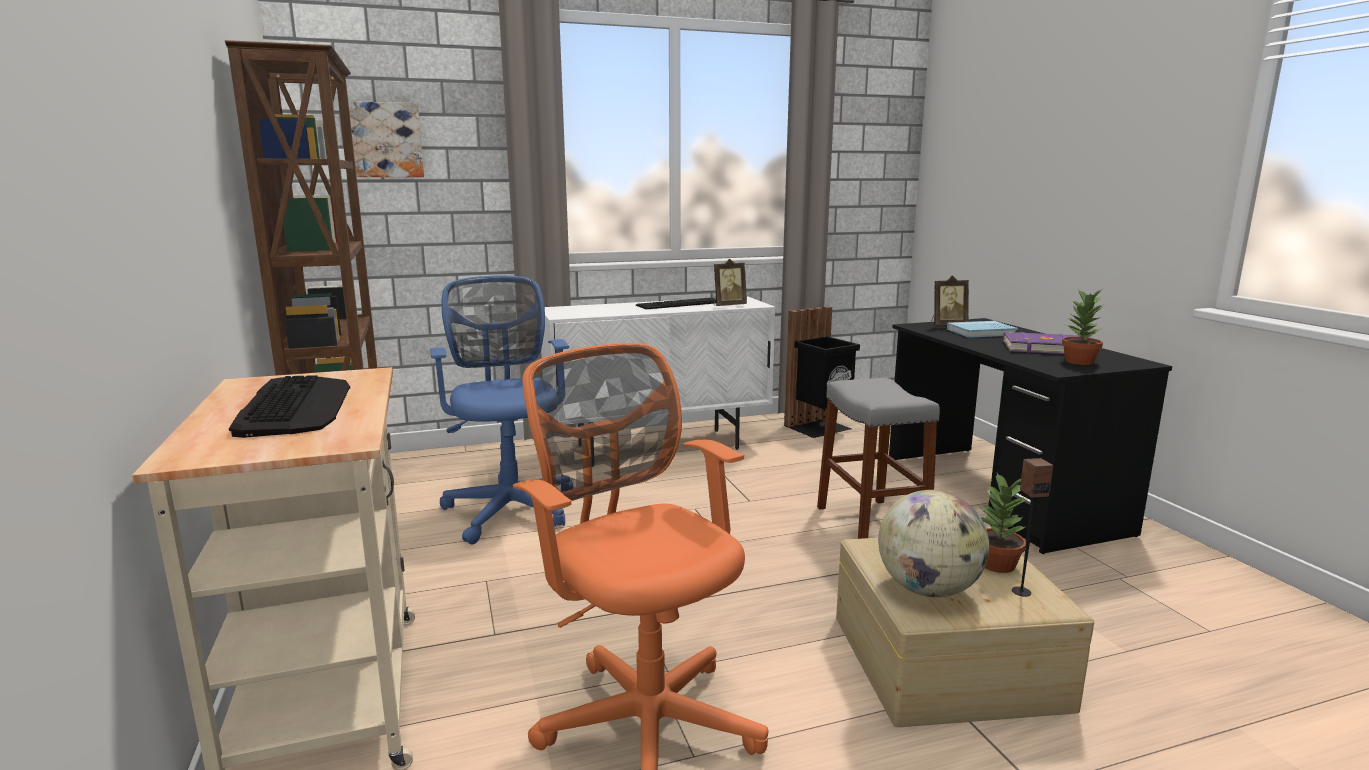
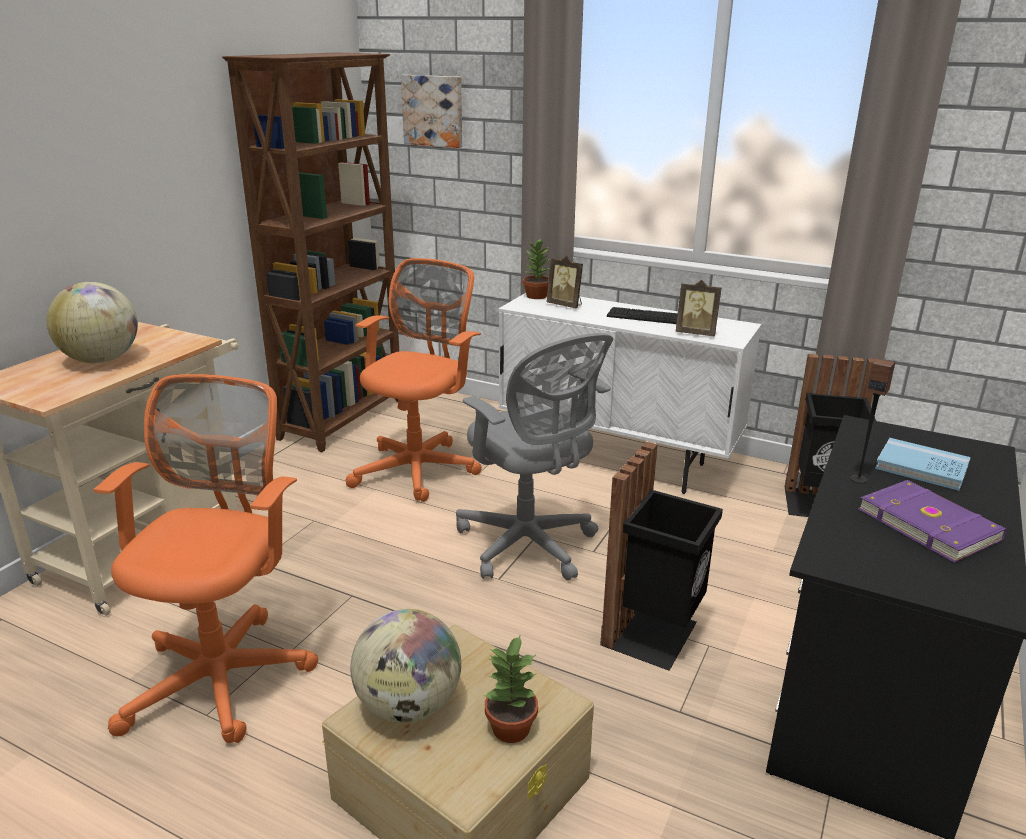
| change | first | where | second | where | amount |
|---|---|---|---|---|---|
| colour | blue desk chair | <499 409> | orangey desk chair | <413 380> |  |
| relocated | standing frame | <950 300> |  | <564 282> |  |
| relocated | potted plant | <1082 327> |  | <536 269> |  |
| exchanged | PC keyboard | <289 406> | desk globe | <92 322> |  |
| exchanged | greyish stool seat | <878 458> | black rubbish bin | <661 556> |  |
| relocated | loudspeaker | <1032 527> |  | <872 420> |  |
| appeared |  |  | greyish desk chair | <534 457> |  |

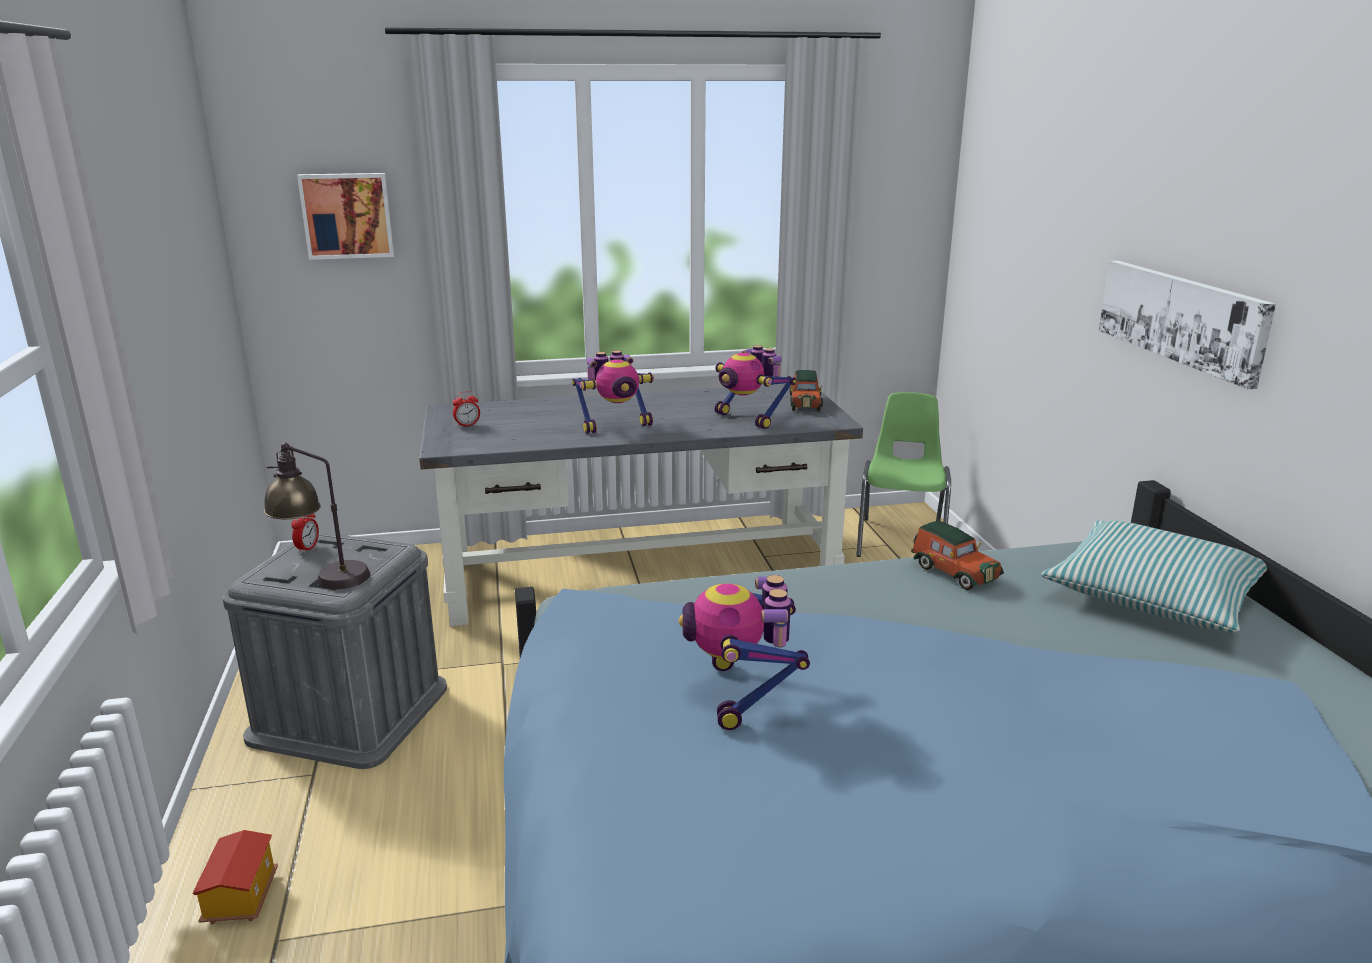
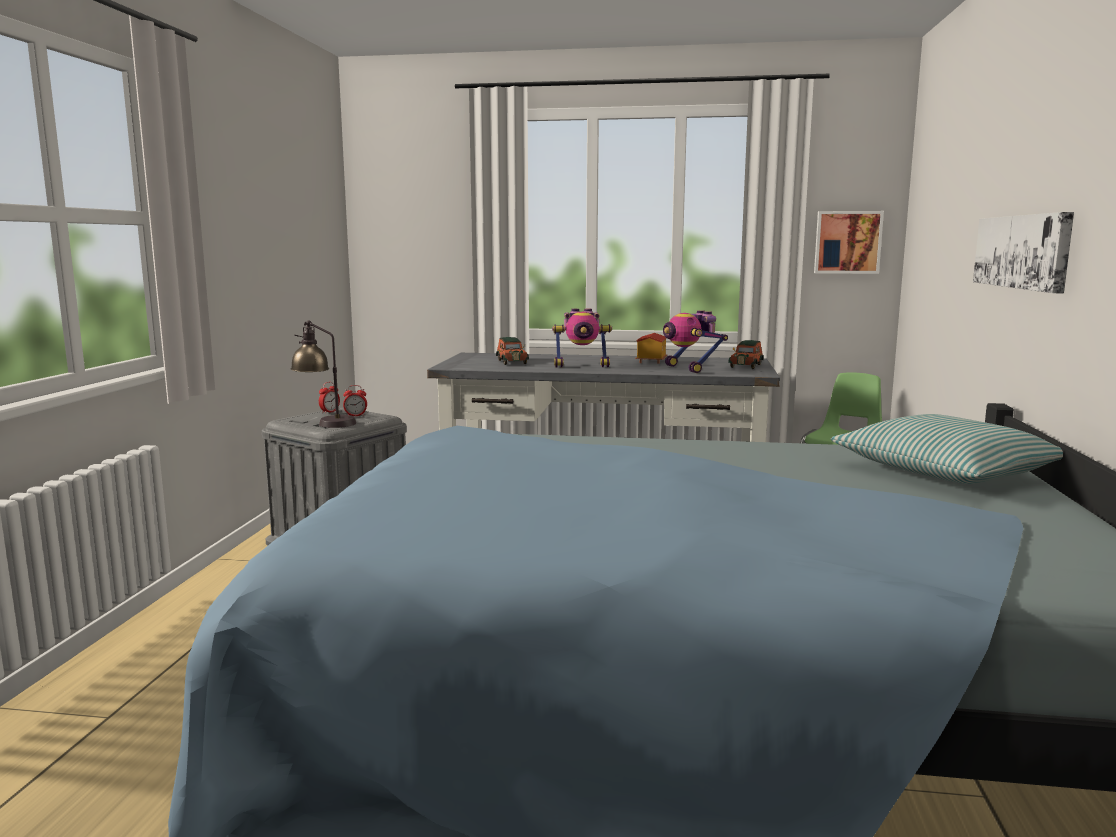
| change | first | where | second | where | amount |
|---|---|---|---|---|---|
| relocated | picture | <345 216> |  | <849 242> |  |
| relocated | table clock | <466 409> |  | <355 400> |  |
| relocated | miniature car | <957 555> |  | <512 351> |  |
| missing | toy robot | <744 652> |  |  |  |
| relocated | model house | <235 877> |  | <651 348> |  |

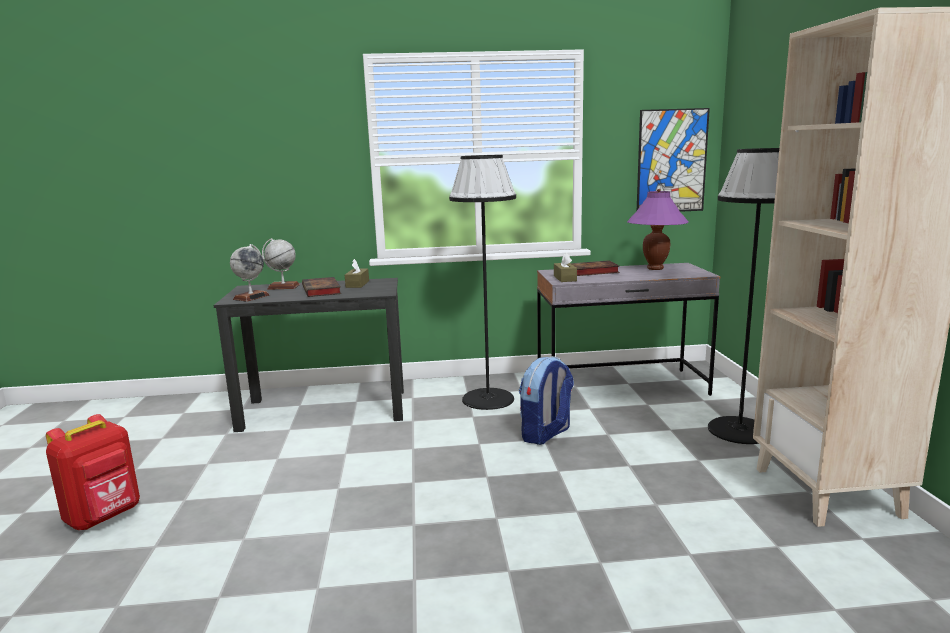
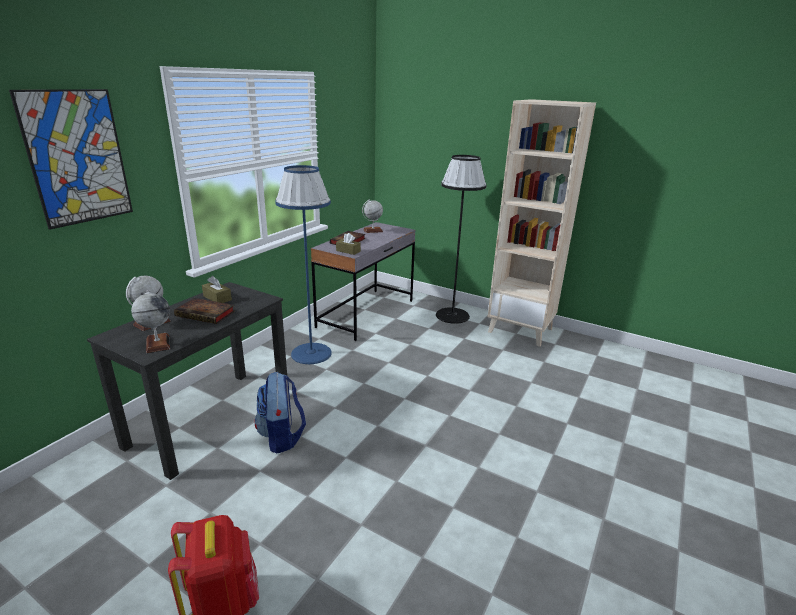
| change | first | where | second | where | amount |
|---|---|---|---|---|---|
| relocated | picture | <673 160> |  | <71 159> |  |
| colour | black standard lamp | <482 282> | blue standard lamp | <303 264> |  |
| exchanged | purple table lamp | <657 229> | desk globe | <372 216> |  |
| relocated | backpack | <546 400> |  | <280 413> |  |

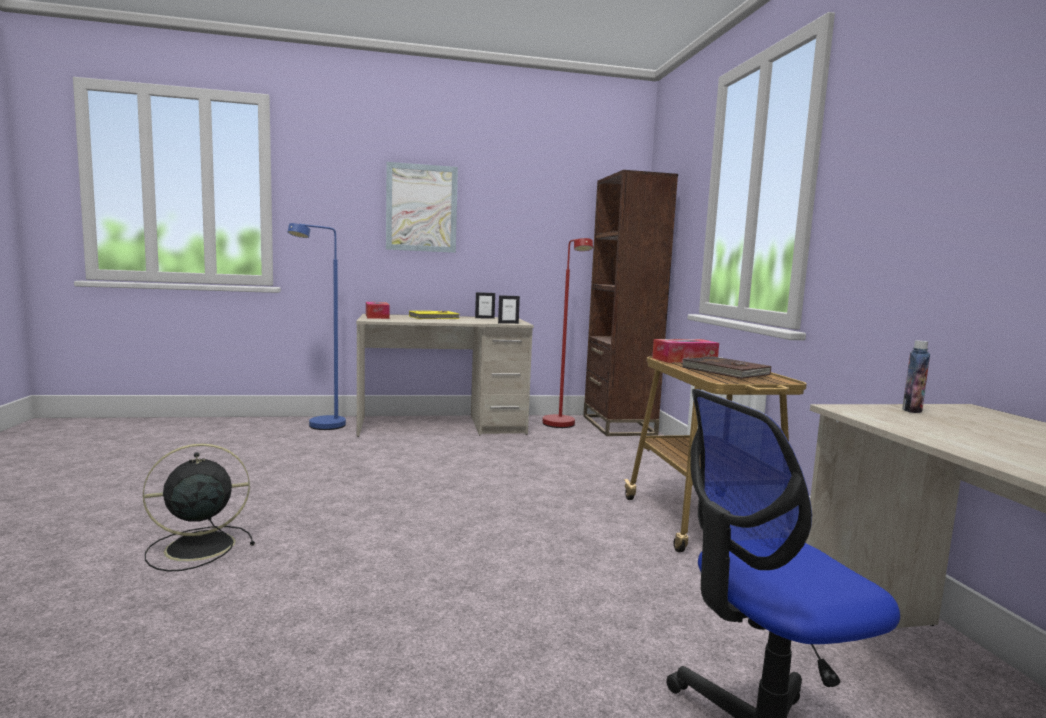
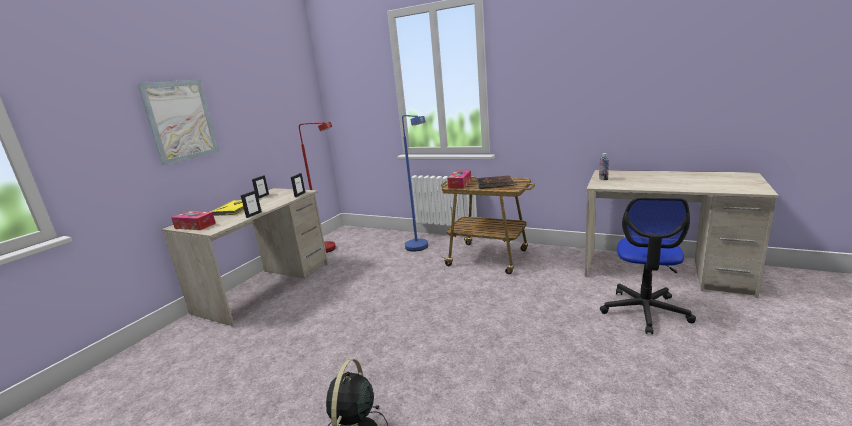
| change | first | where | second | where | amount |
|---|---|---|---|---|---|
| missing | brownish bookcase | <630 303> |  |  |  |
| relocated | blue standard lamp | <316 326> |  | <415 183> |  |
| appeared |  |  | standing frame | <251 204> |  |

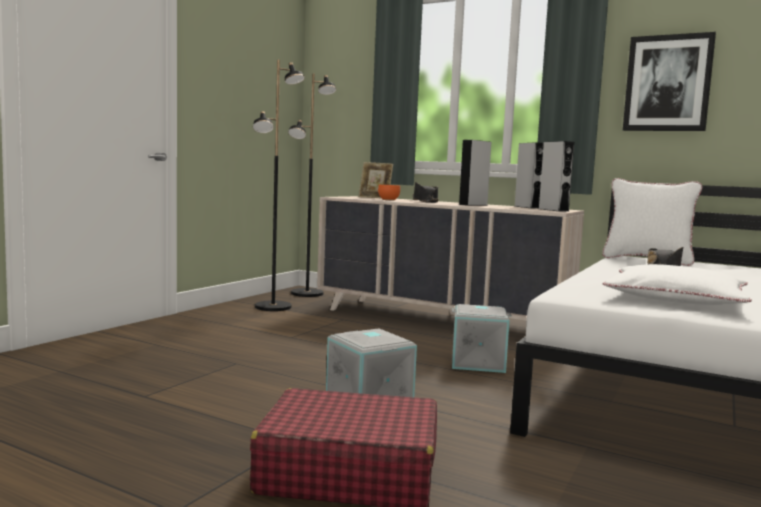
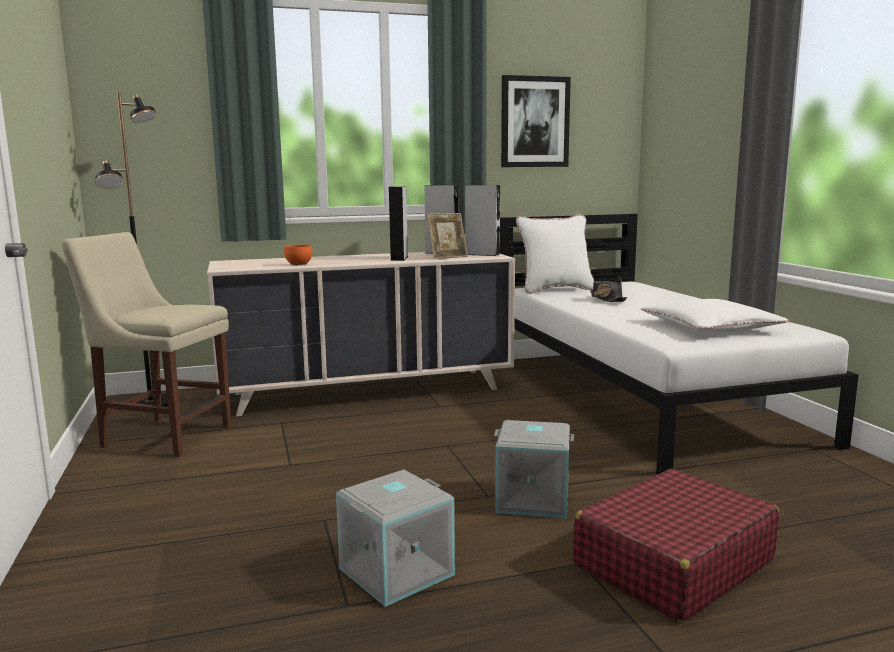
| change | first | where | second | where | amount |
|---|---|---|---|---|---|
| exchanged | black standard lamp | <279 185> | beige plain chair | <146 344> |  |
| relocated | standing frame | <376 180> |  | <447 236> |  |
| missing | black wearable hat | <426 192> |  |  |  |
| relocated | greyish storage box | <482 338> |  | <395 538> |  |

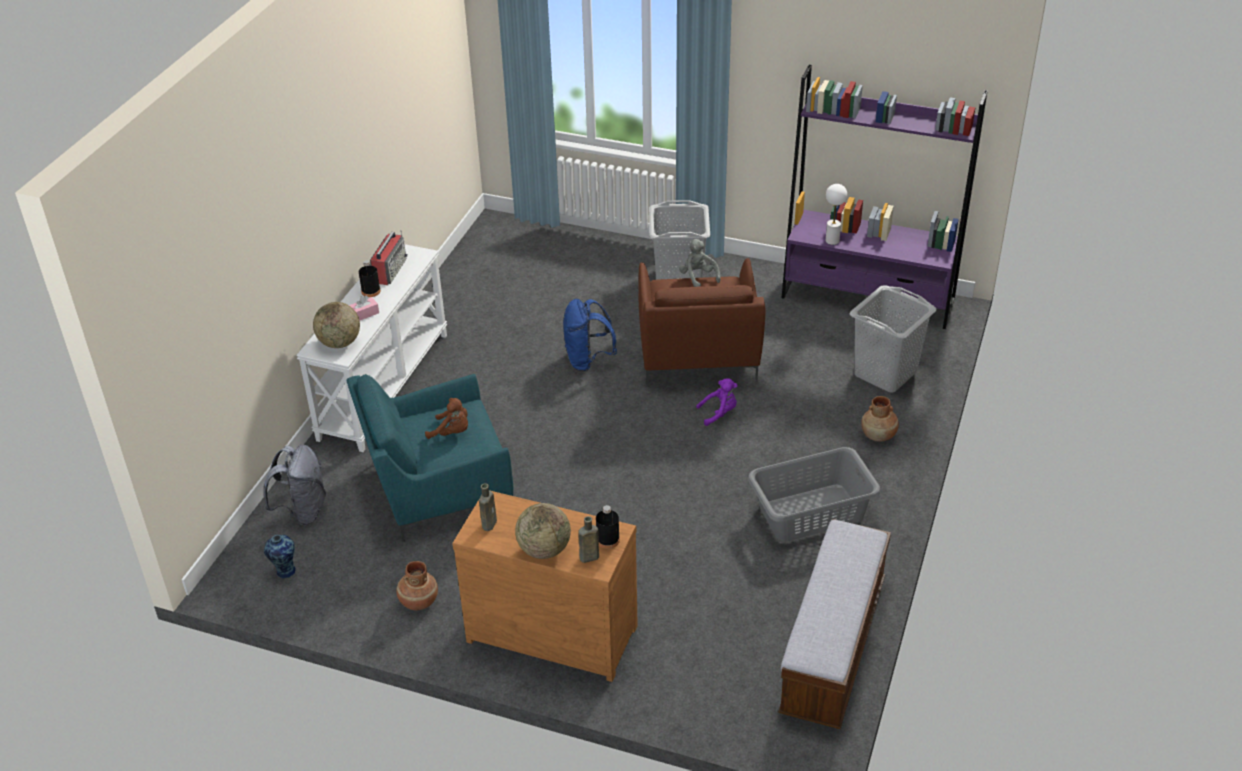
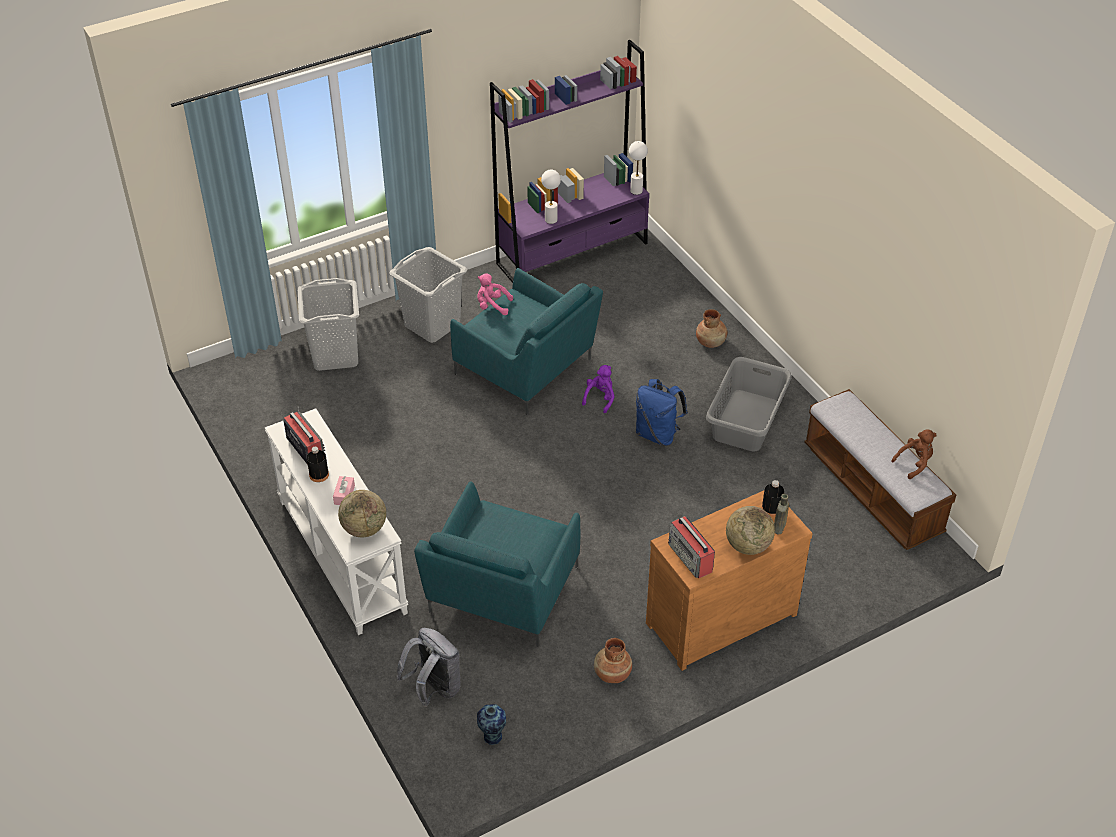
| change | first | where | second | where | amount |
|---|---|---|---|---|---|
| colour | greyish cuddly toy | <700 263> | pinkish cuddly toy | <495 294> |  |
| colour | brownish easy chair | <702 322> | turquoise-coloured easy chair | <526 341> |  |
| relocated | greyish washing basket | <893 339> |  | <328 324> |  |
| relocated | blue backpack | <590 335> |  | <661 412> |  |
| relocated | brownish cuddly toy | <446 418> |  | <914 454> |  |
| exchanged | brownish beverage bottle | <488 507> | radio set | <691 547> |  |
| appeared |  |  | white-coloured table lamp | <638 168> |  |

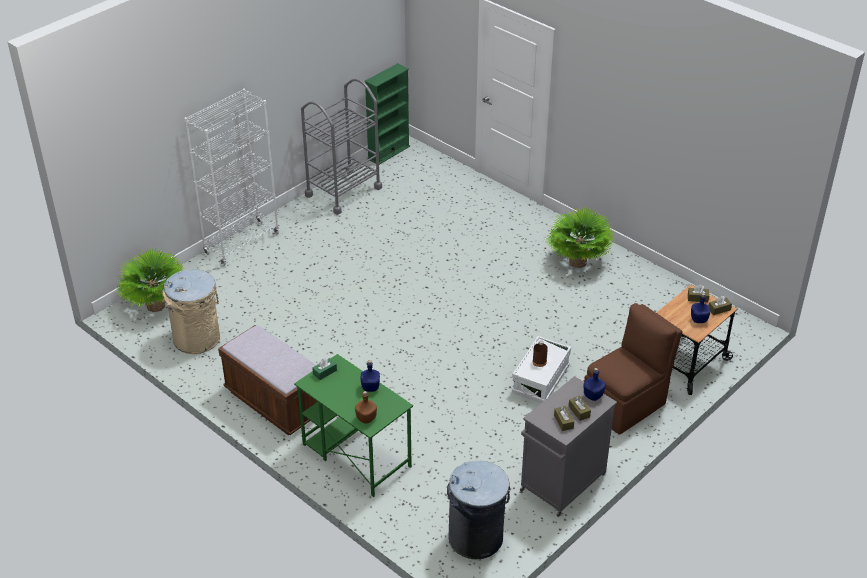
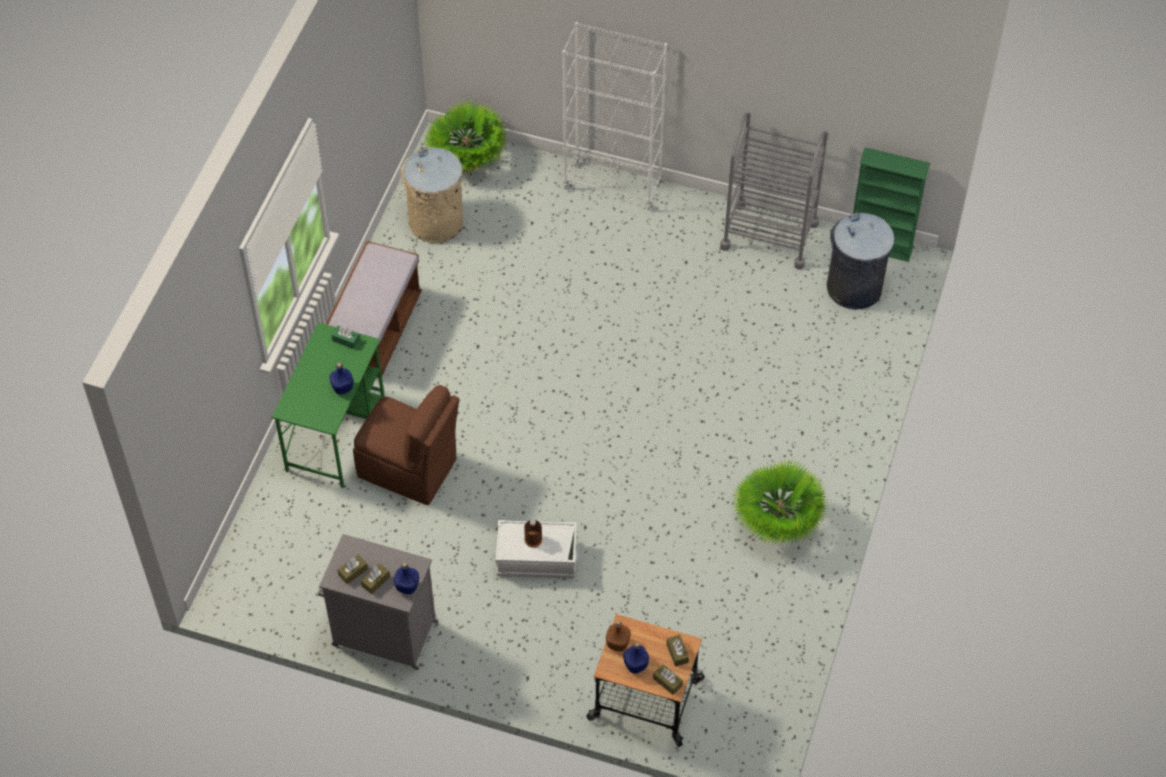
| change | first | where | second | where | amount |
|---|---|---|---|---|---|
| relocated | brownish plain chair | <633 369> |  | <406 445> |  |
| relocated | brownish beverage bottle | <366 407> |  | <618 636> |  |
| relocated | greyish rubbish bin | <478 510> |  | <860 261> |  |

